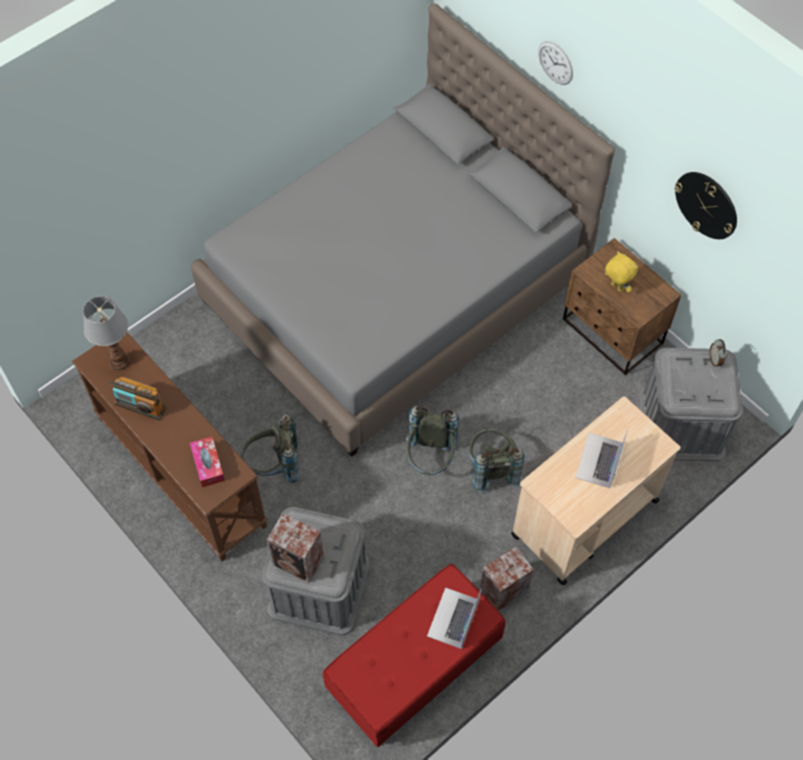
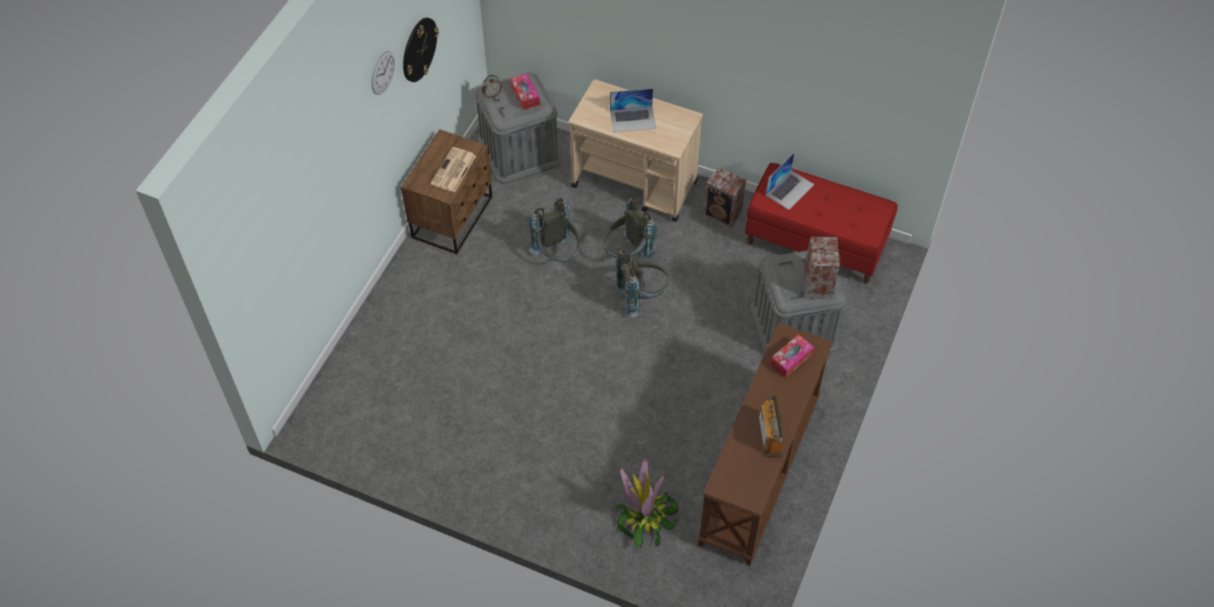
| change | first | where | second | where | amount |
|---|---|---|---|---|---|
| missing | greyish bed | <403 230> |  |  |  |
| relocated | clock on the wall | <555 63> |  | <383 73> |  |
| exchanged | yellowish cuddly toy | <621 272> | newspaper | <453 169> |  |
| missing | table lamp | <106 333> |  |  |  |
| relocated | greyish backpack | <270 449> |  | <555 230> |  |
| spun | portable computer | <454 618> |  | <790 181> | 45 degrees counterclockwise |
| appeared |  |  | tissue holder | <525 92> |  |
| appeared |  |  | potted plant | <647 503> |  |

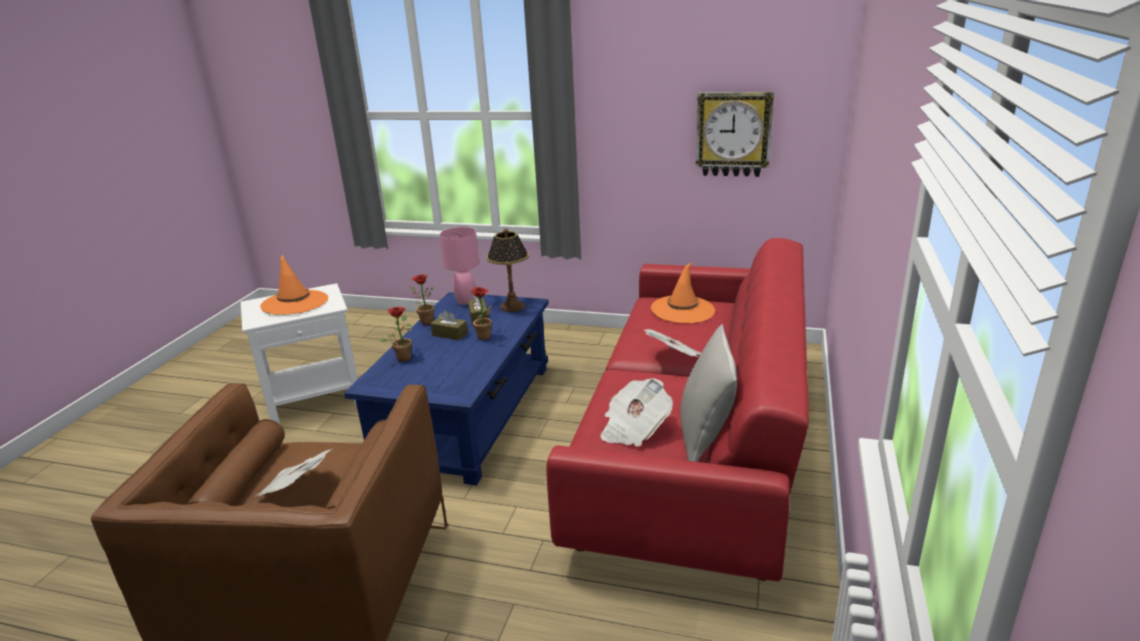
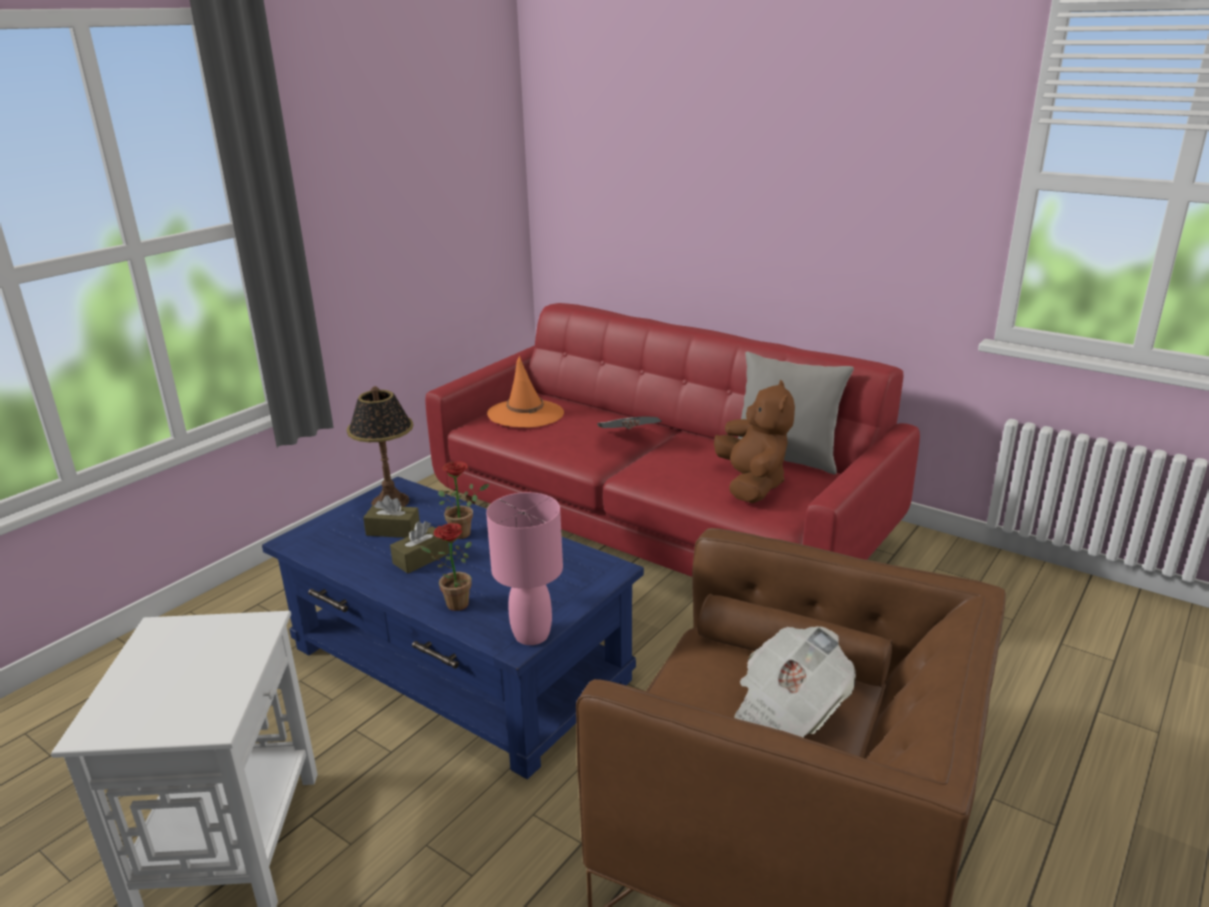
| change | first | where | second | where | amount |
|---|---|---|---|---|---|
| missing | clock on the wall | <735 134> |  |  |  |
| relocated | pinkish table lamp | <459 266> |  | <524 568> |  |
| missing | orangey wearable hat | <294 284> |  |  |  |
| missing | potted plant | <422 299> |  |  |  |
| exchanged | newspaper | <636 412> | brownish cuddly toy | <754 441> |  |

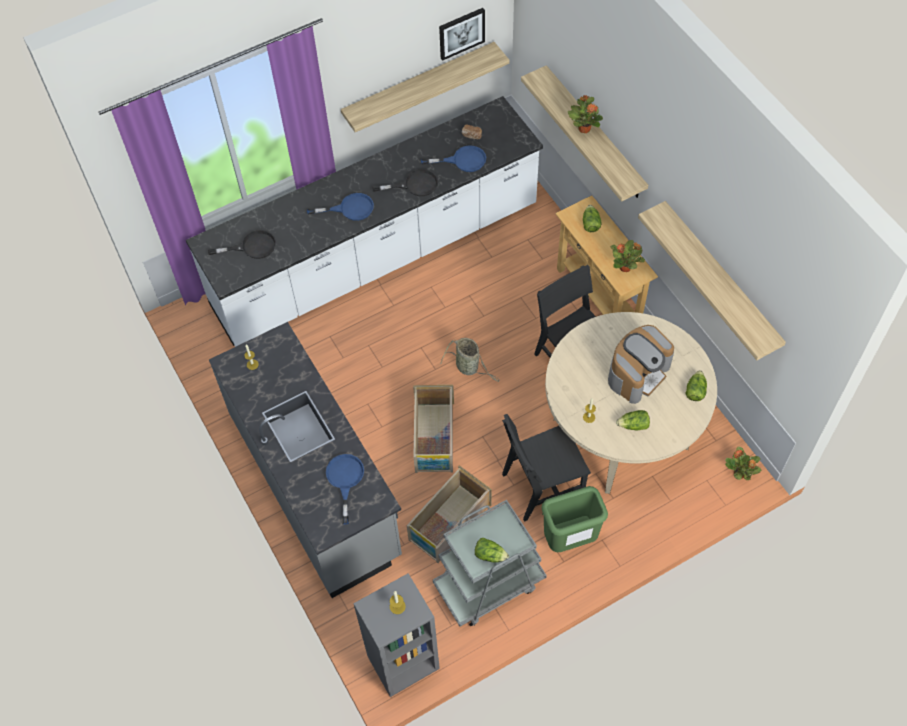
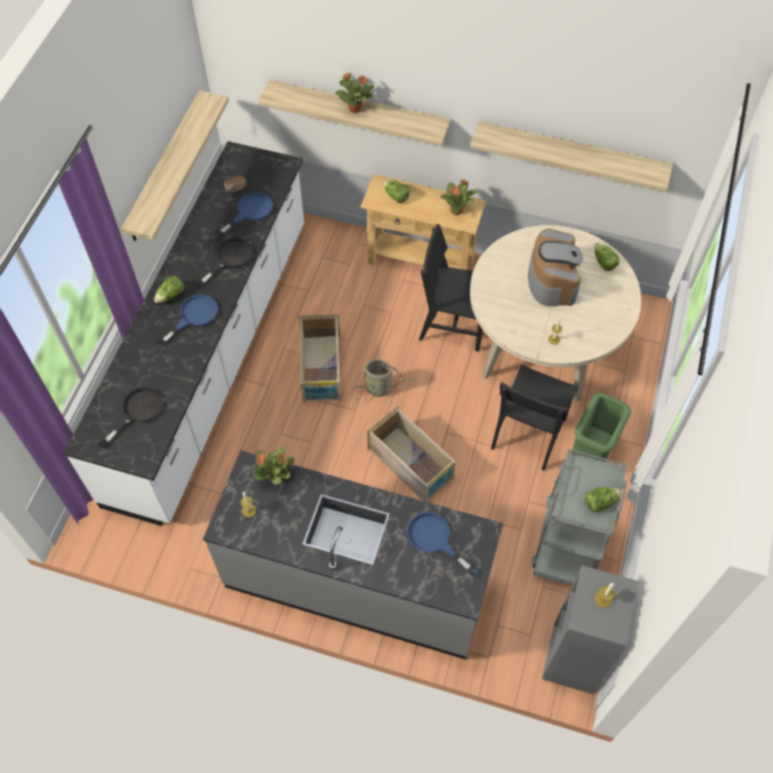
| change | first | where | second | where | amount |
|---|---|---|---|---|---|
| missing | picture | <462 34> |  |  |  |
| relocated | lettuce head | <633 420> |  | <169 289> |  |
| relocated | potted plant | <743 463> |  | <274 466> |  |
| relocated | crate | <449 514> |  | <320 358> |  |

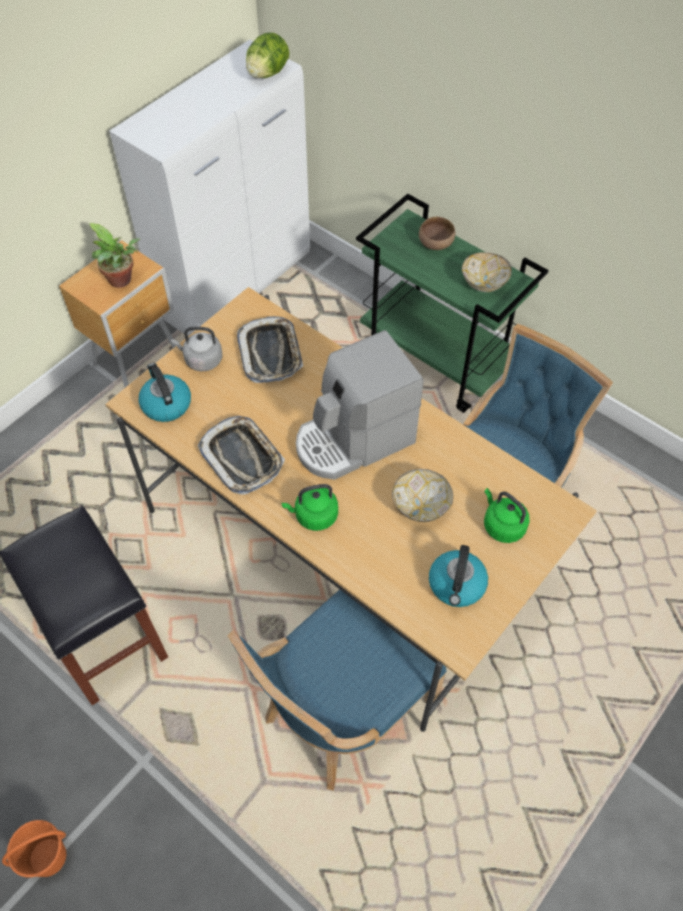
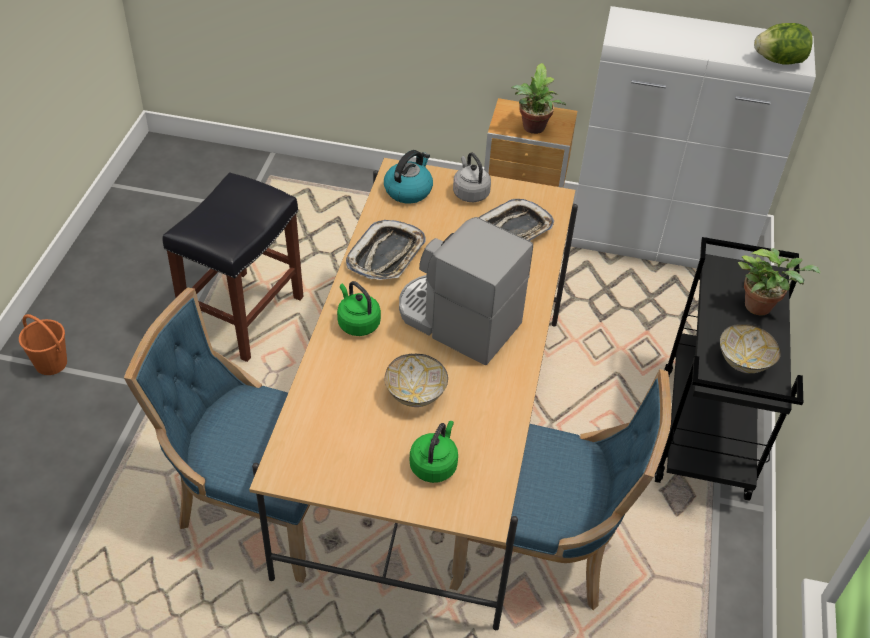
| change | first | where | second | where | amount |
|---|---|---|---|---|---|
| colour | green trolley | <452 303> | black trolley | <729 369> |  |
| exchanged | brownish serving bowl | <437 233> | potted plant | <779 282> |  |
| missing | tea kettle | <458 576> |  |  |  |

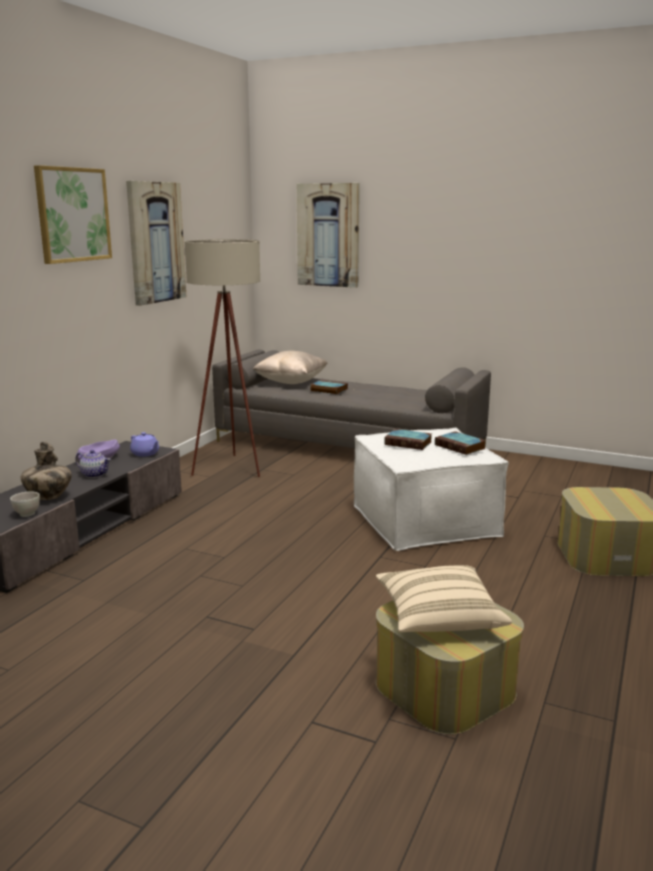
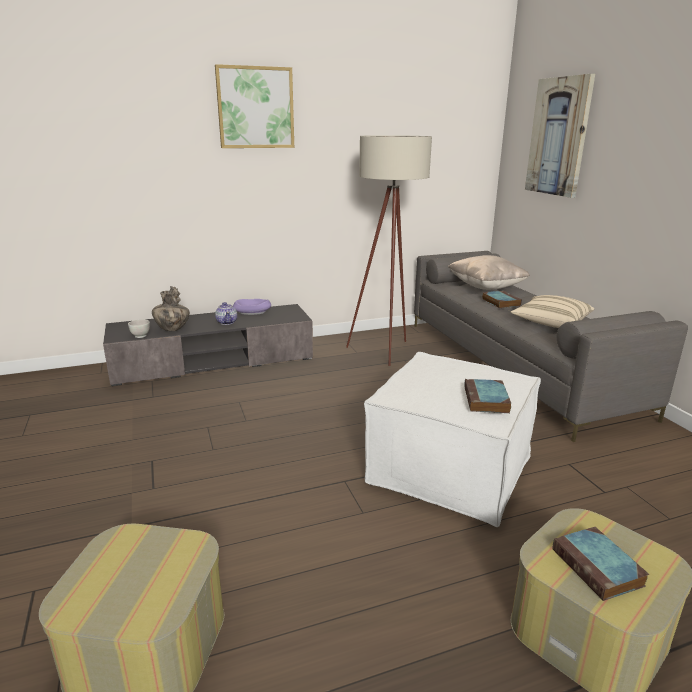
| change | first | where | second | where | amount |
|---|---|---|---|---|---|
| missing | picture | <156 243> |  |  |  |
| relocated | volume | <408 439> |  | <600 564> |  |
| missing | purple tea pot | <144 444> |  |  |  |
| relocated | beige cushion | <444 598> |  | <552 311> |  |

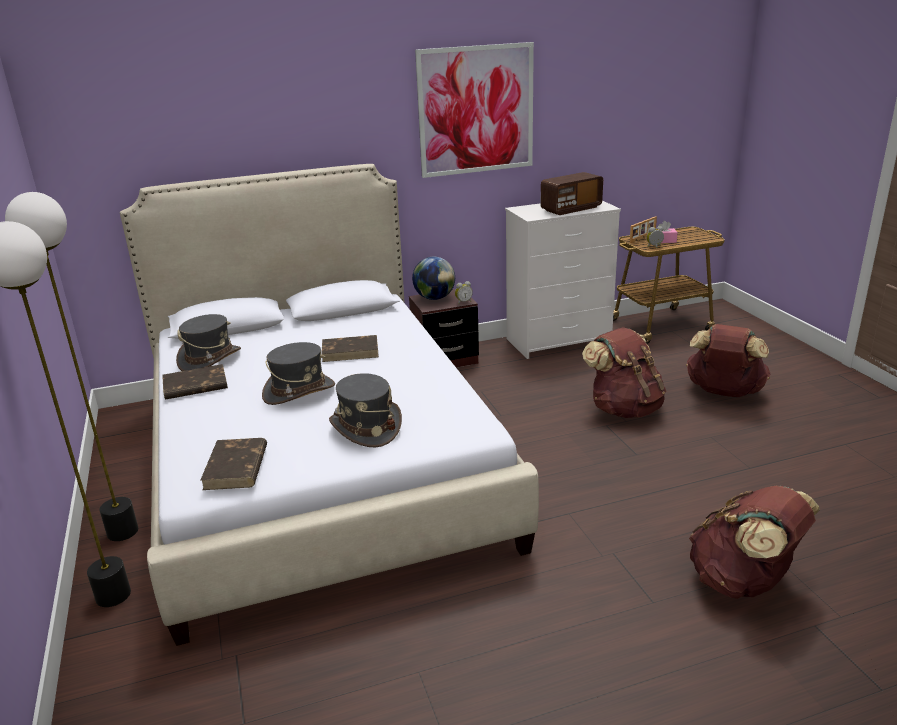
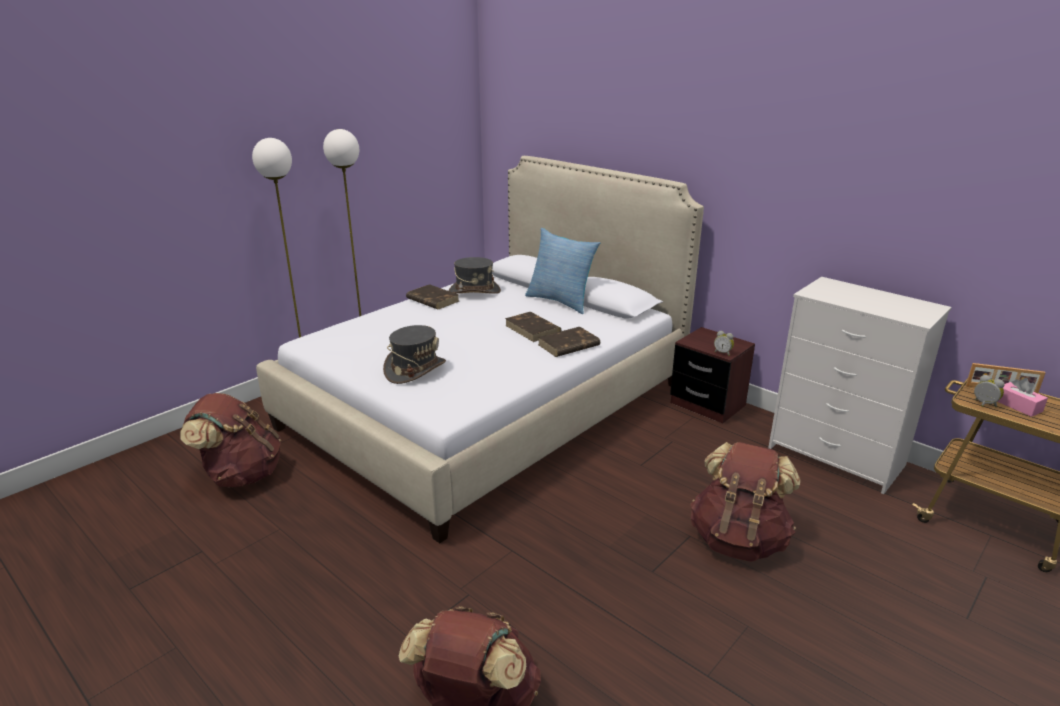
| change | first | where | second | where | amount |
|---|---|---|---|---|---|
| missing | picture | <474 110> |  |  |  |
| missing | radio set | <572 193> |  |  |  |
| missing | desk globe | <433 278> |  |  |  |
| relocated | brownish backpack | <728 360> |  | <230 440> |  |
| missing | greyish wearable hat | <298 373> |  |  |  |
| relocated | brownish volume | <233 464> |  | <569 342> |  |
| appeared |  |  | cushion | <563 271> |  |

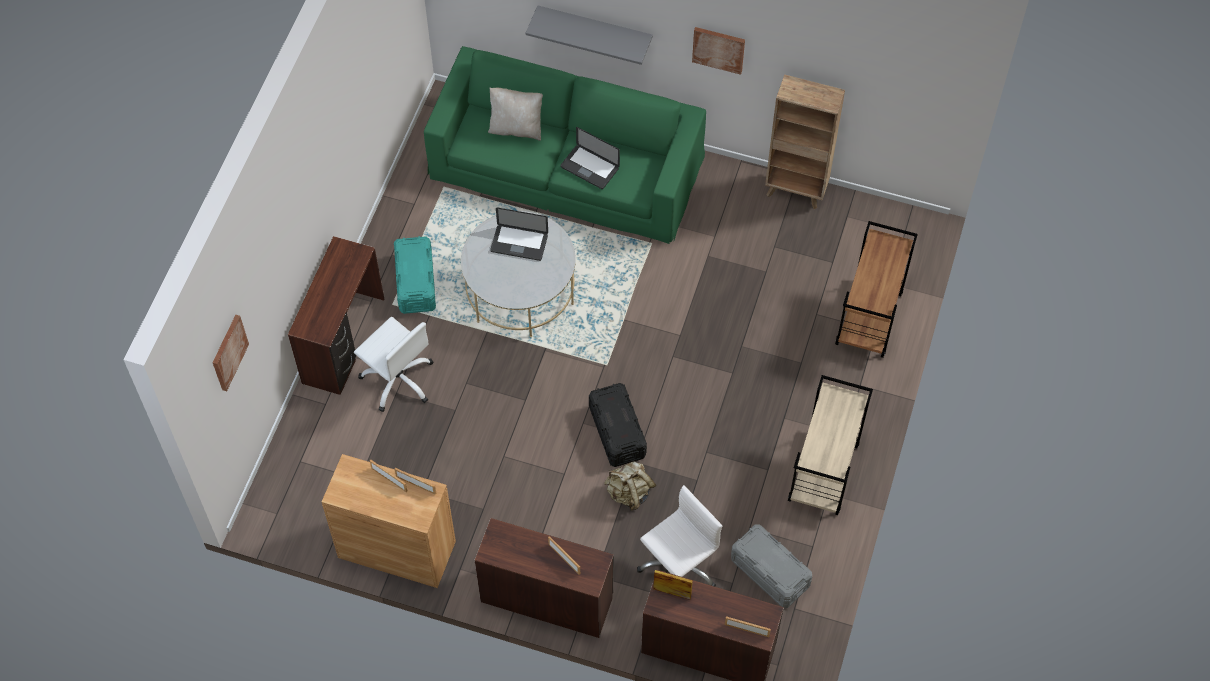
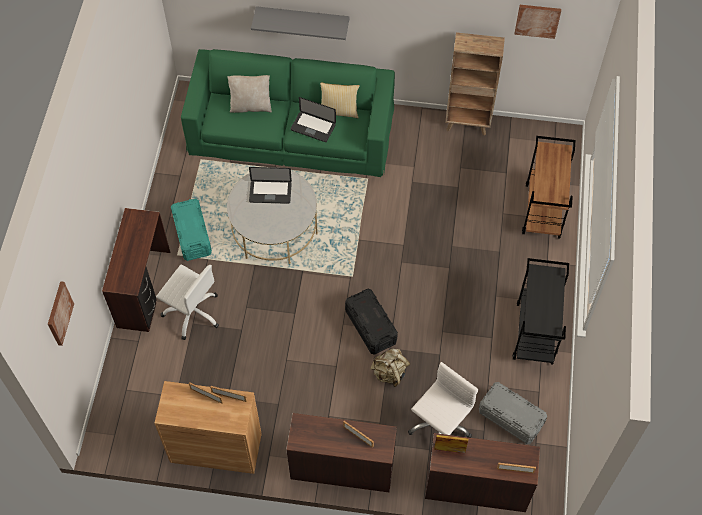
| change | first | where | second | where | amount |
|---|---|---|---|---|---|
| relocated | picture | <718 51> |  | <537 22> |  |
| colour | beige trolley | <830 445> | black trolley | <541 311> |  |
| appeared |  |  | cushion | <340 100> |  |

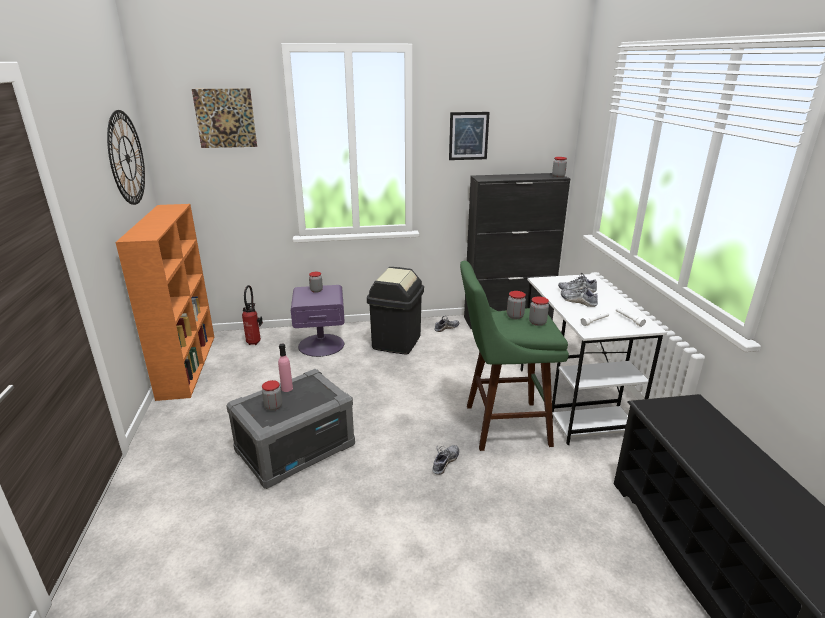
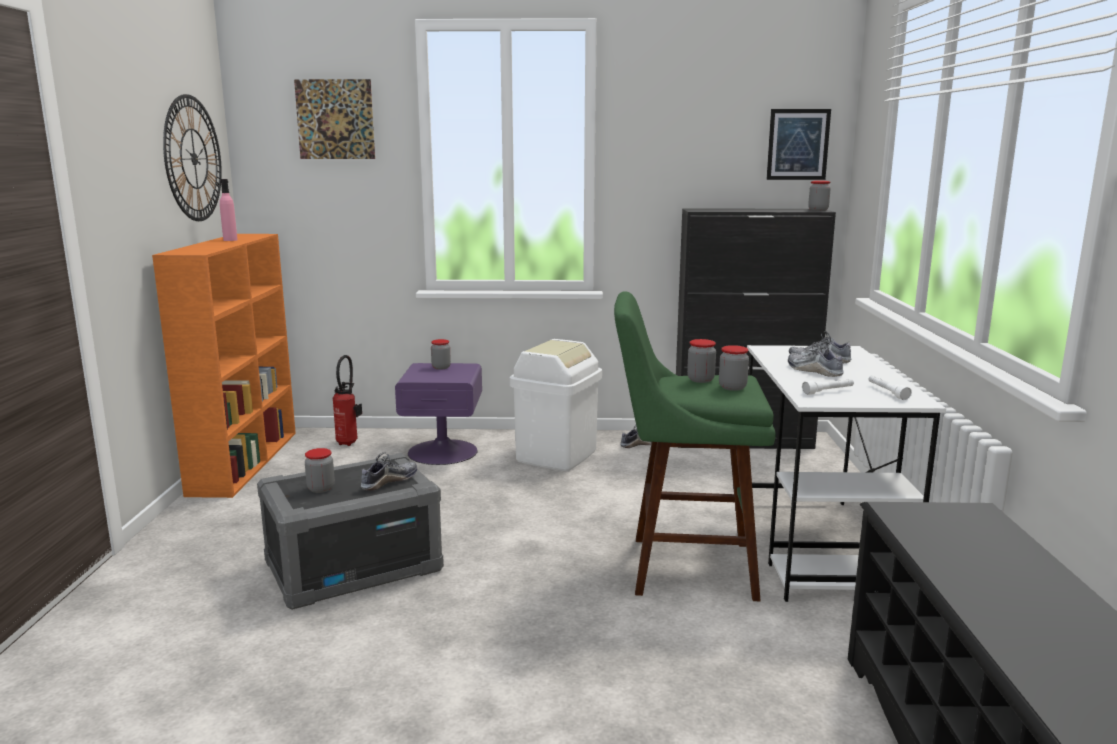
| change | first | where | second | where | amount |
|---|---|---|---|---|---|
| relocated | picture | <469 136> |  | <799 144> |  |
| colour | black rubbish bin | <395 311> | white-coloured rubbish bin | <556 405> |  |
| relocated | pinkish beverage bottle | <285 368> |  | <229 210> |  |
| relocated | item of footwear | <445 460> |  | <389 472> |  |

